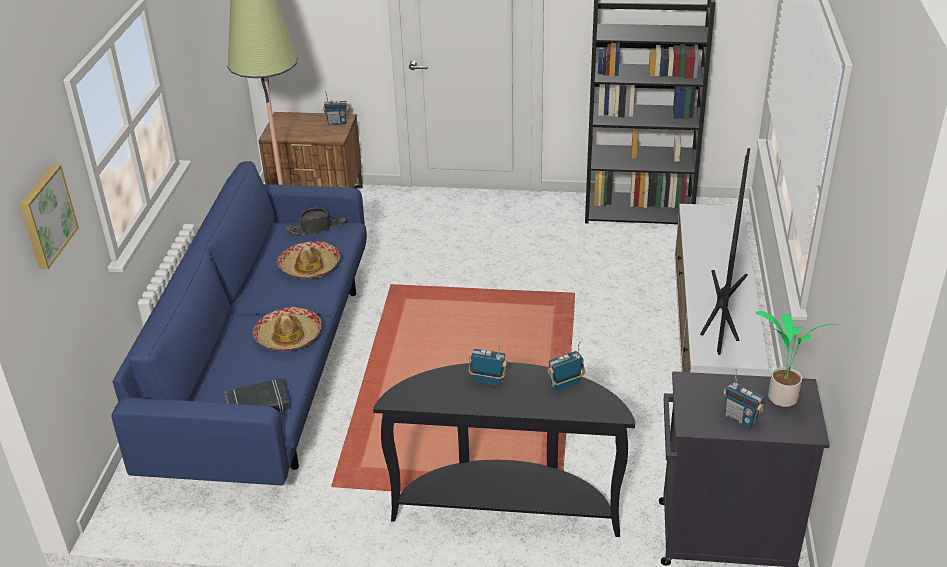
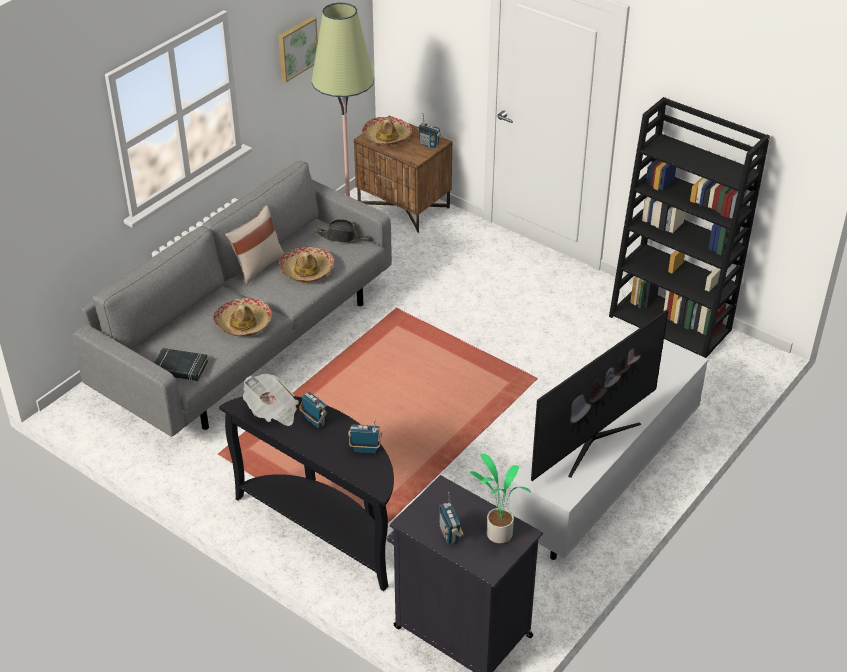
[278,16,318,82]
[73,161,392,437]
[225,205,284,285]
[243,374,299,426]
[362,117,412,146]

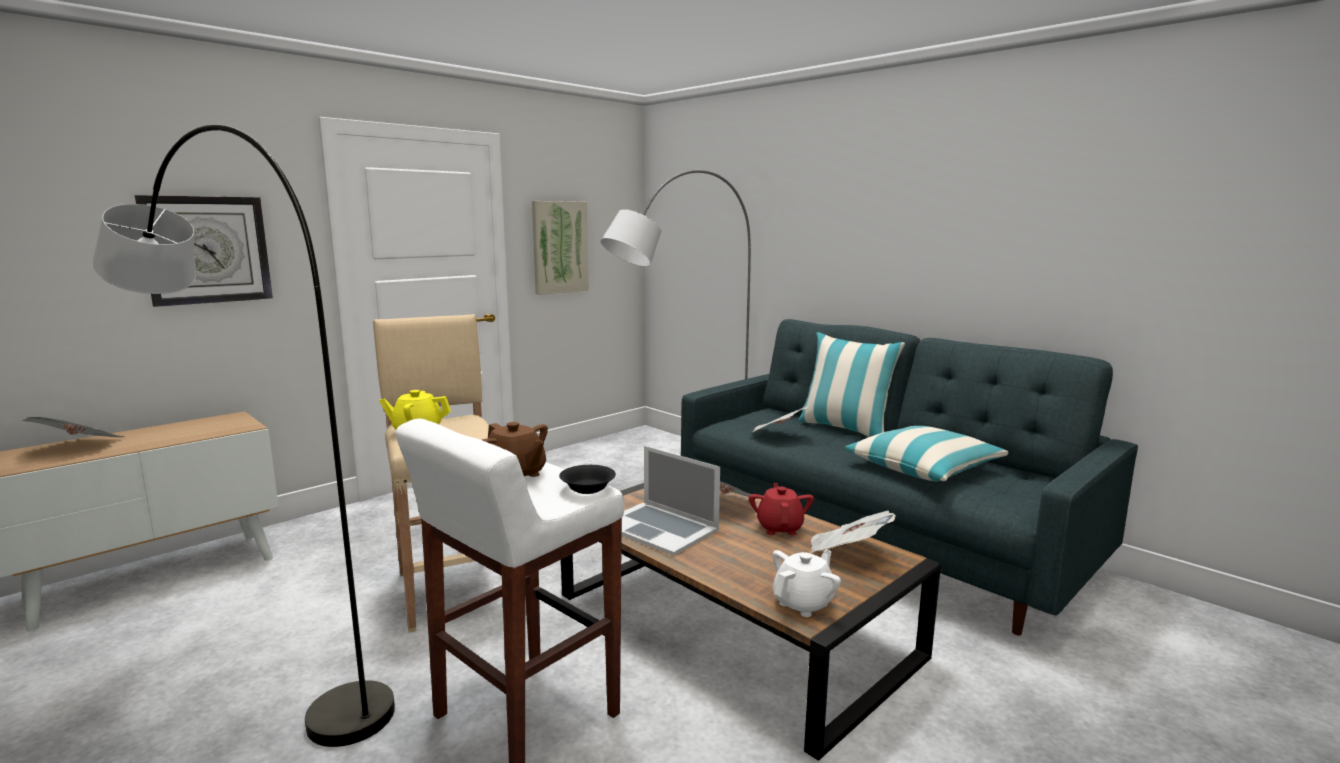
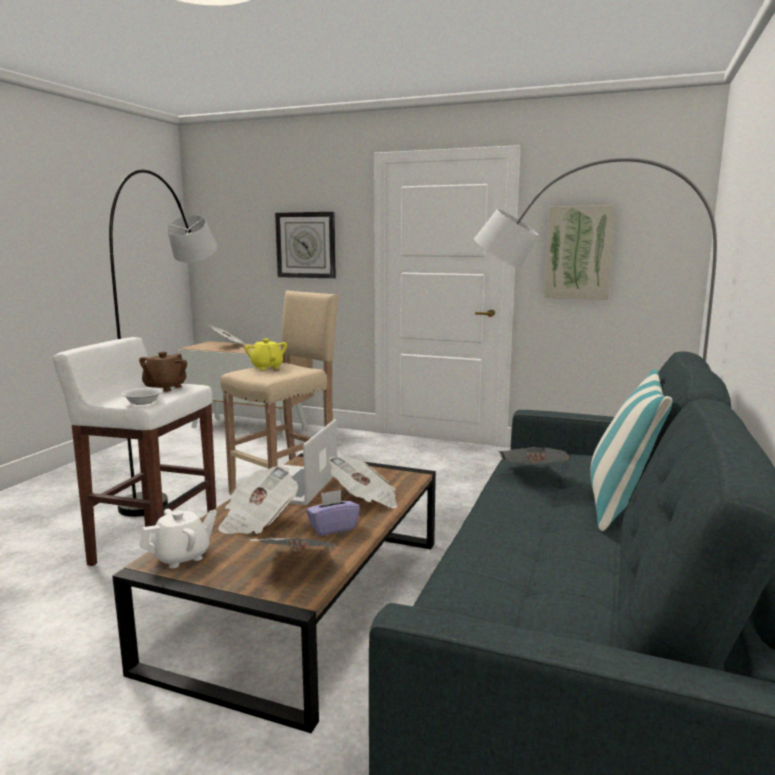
[121,387,163,405]
[306,490,360,536]
[139,509,217,569]
[845,426,1008,481] (first image)
[218,466,298,534]

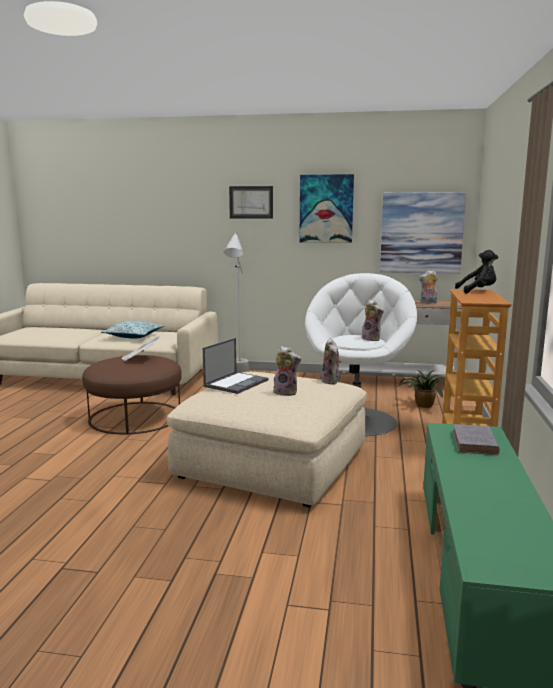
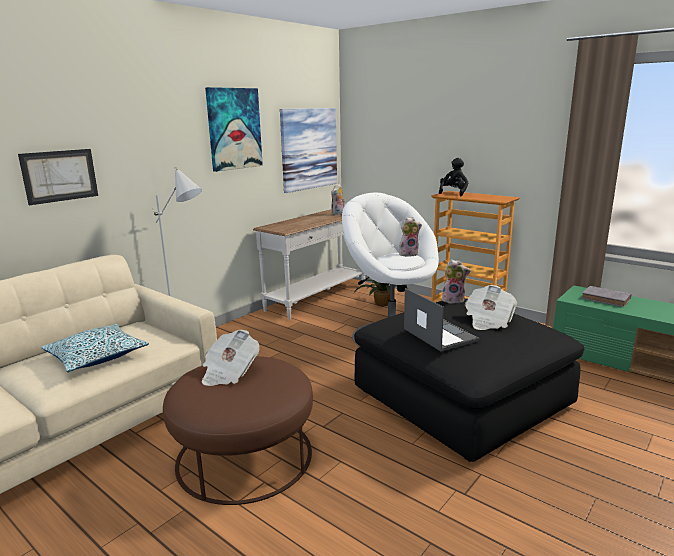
[354,298,585,462]
[18,149,98,205]
[465,285,517,330]

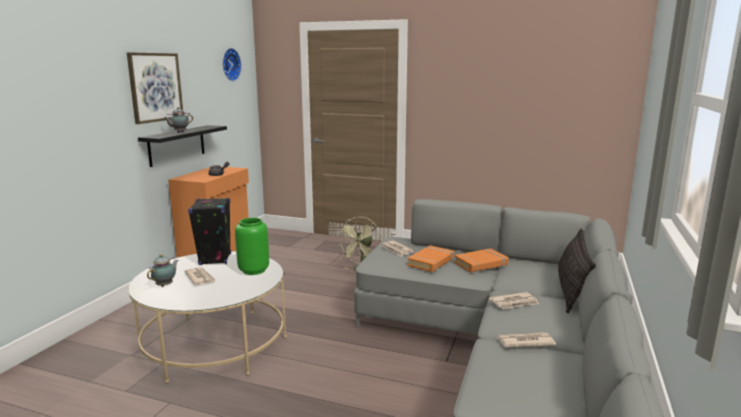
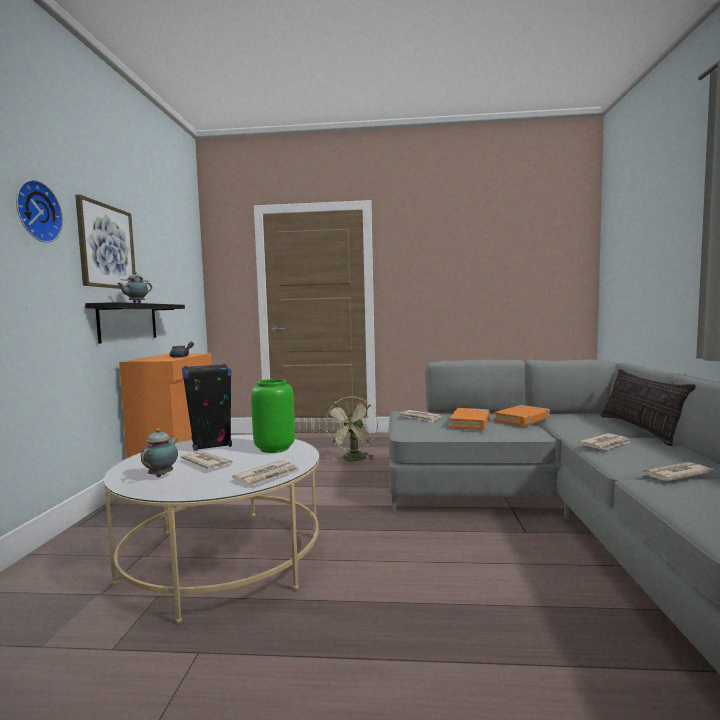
[16,180,63,243]
[232,460,300,485]

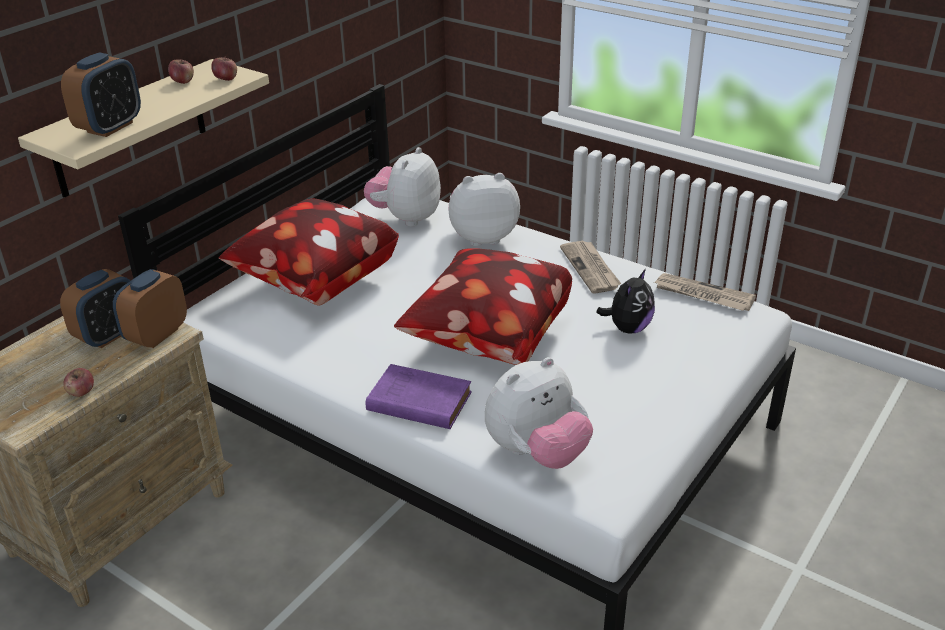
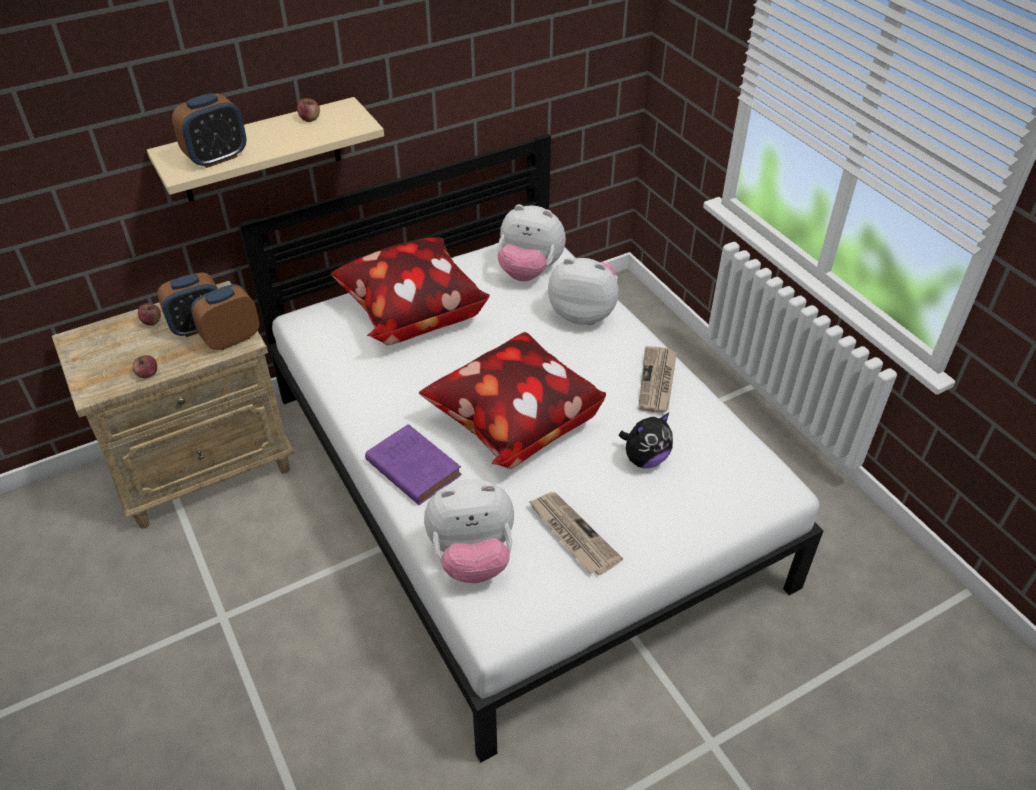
[138,303,161,326]
[497,204,566,281]
[529,492,623,576]

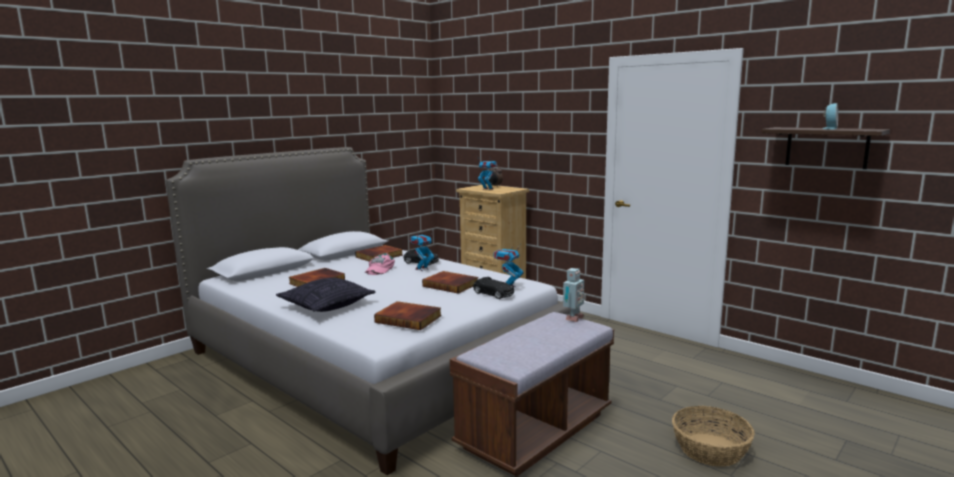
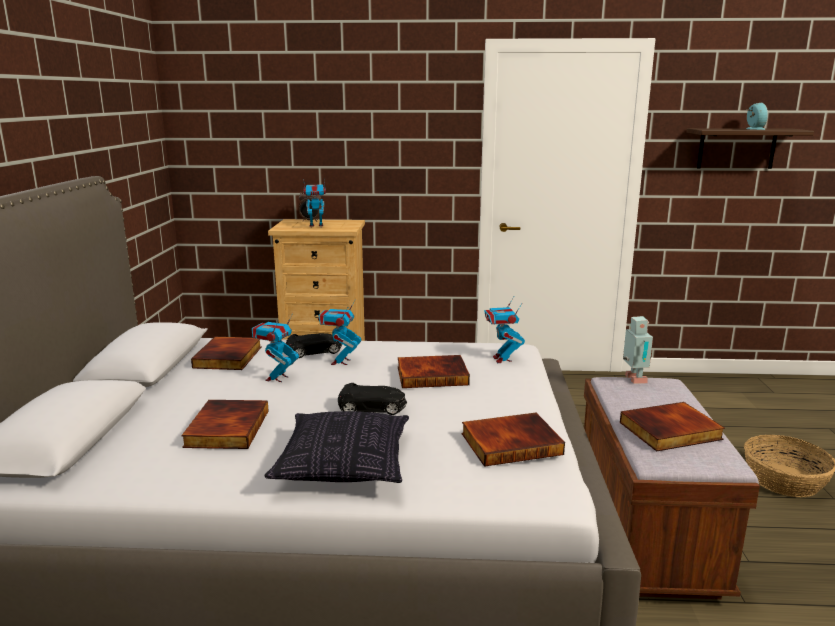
[252,313,299,382]
[338,383,407,415]
[620,402,725,452]

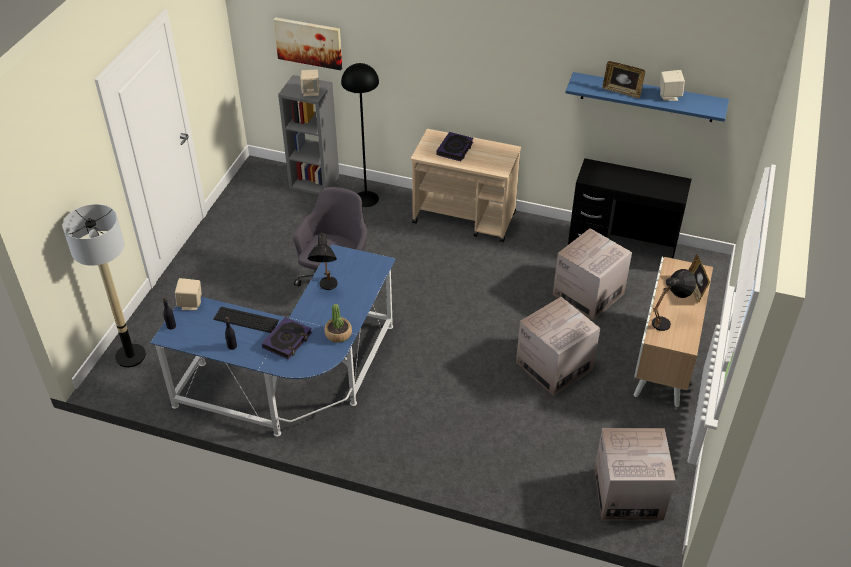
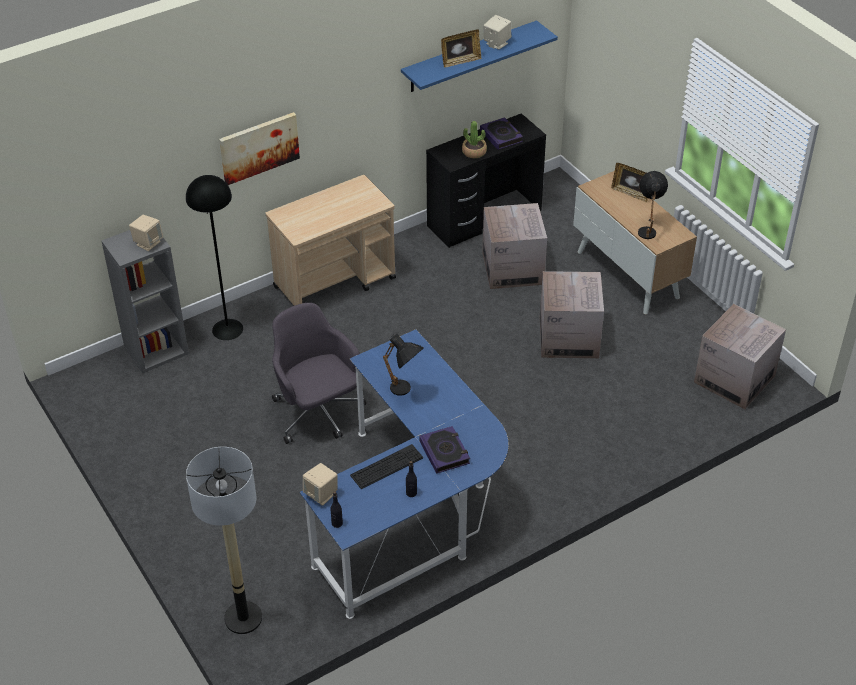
[219,112,300,185]
[462,121,487,158]
[480,117,523,150]

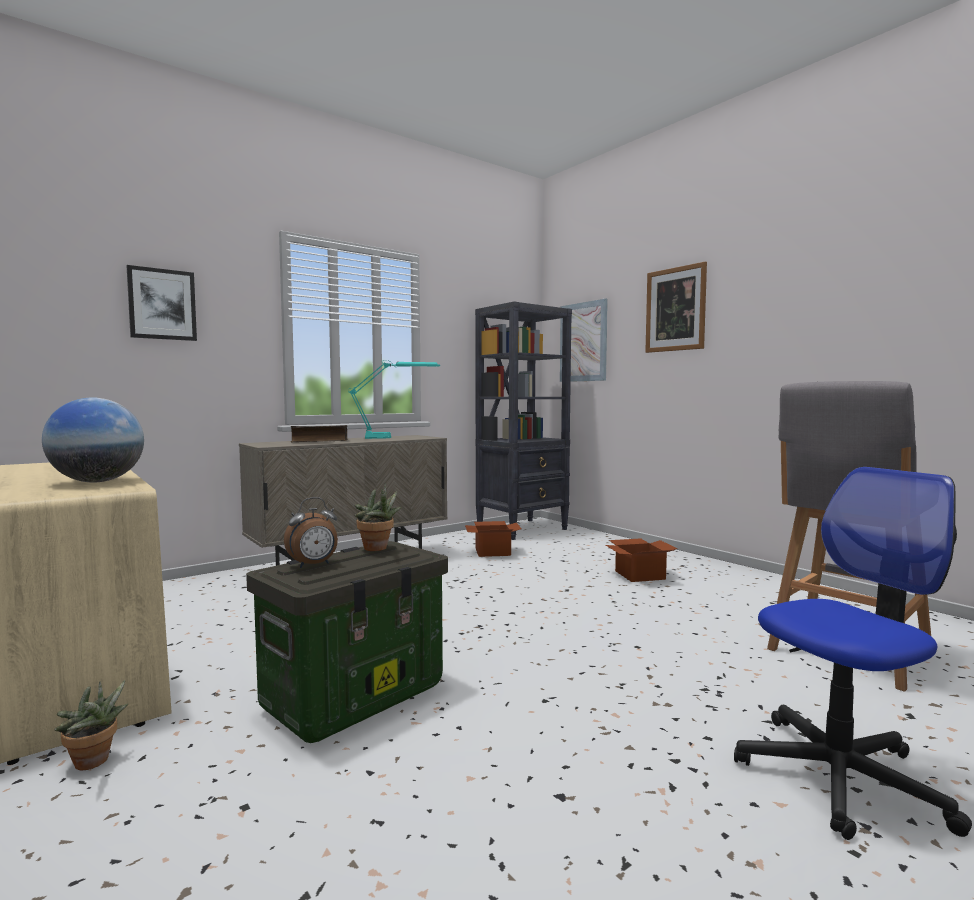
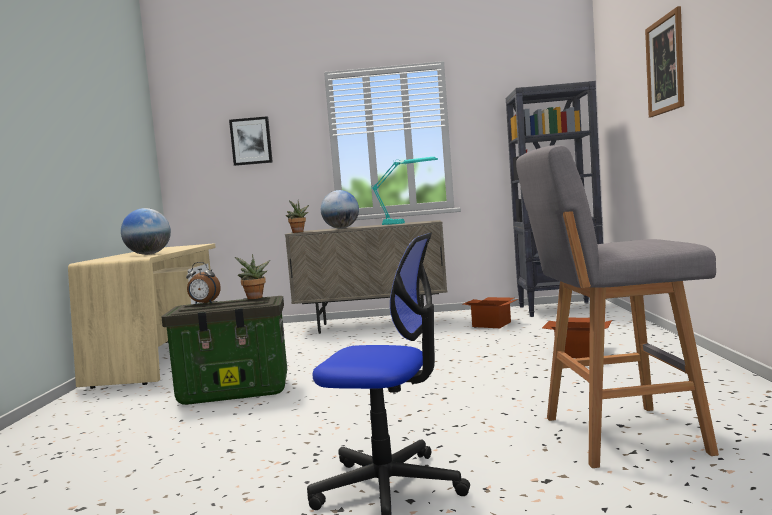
[286,200,309,233]
[321,190,359,229]
[560,299,608,382] (first image)

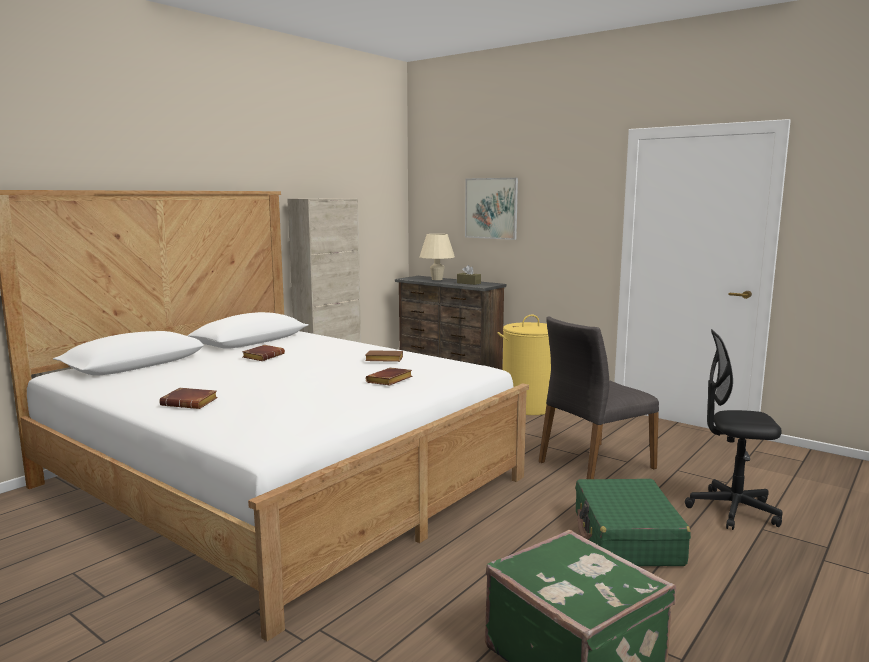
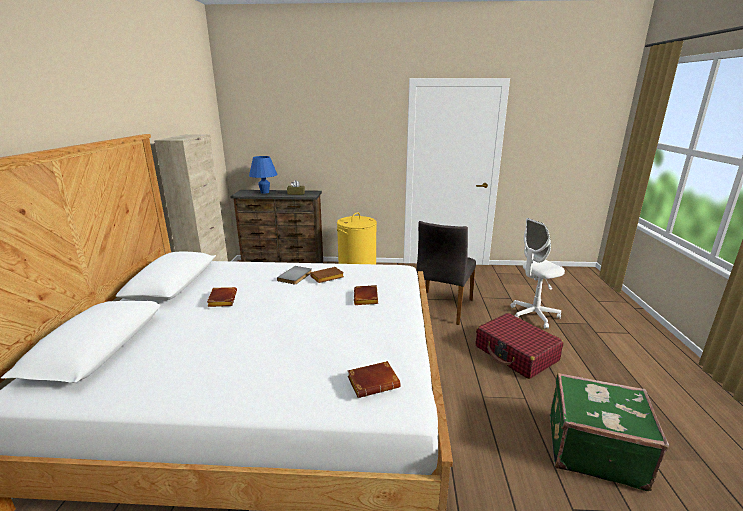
[348,361,401,398]
[249,156,277,194]
[465,178,518,240] (first image)
[476,313,564,379]
[510,218,565,329]
[277,266,312,284]

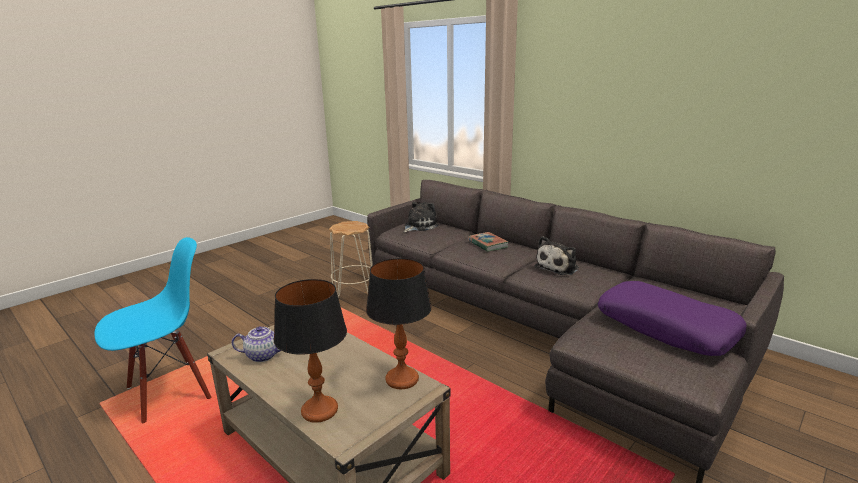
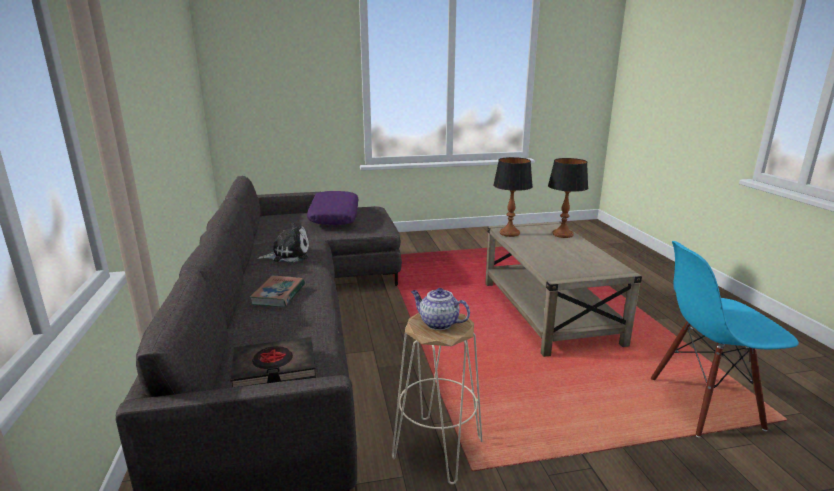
[411,288,470,330]
[230,337,316,387]

